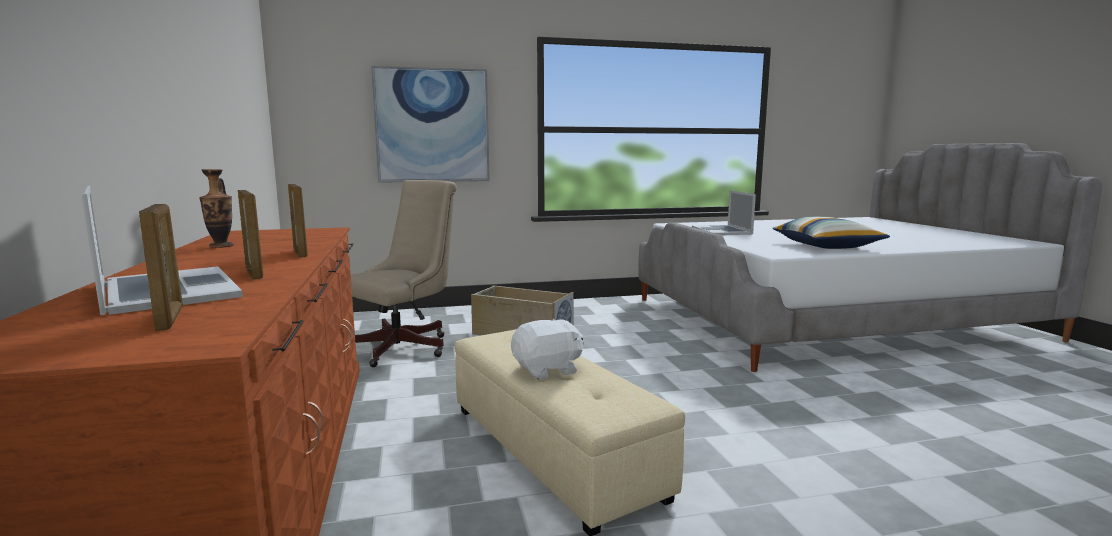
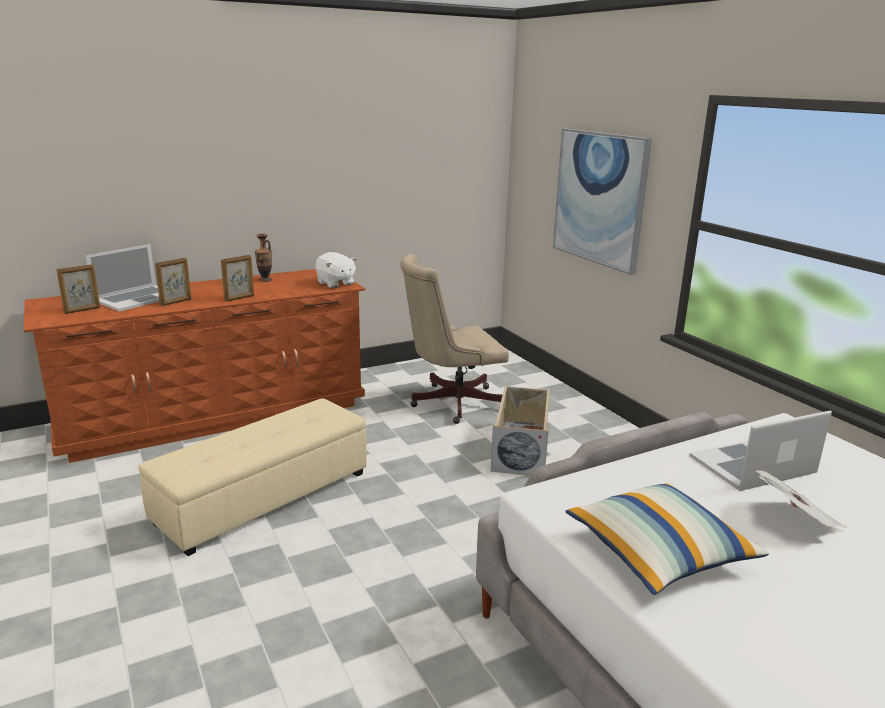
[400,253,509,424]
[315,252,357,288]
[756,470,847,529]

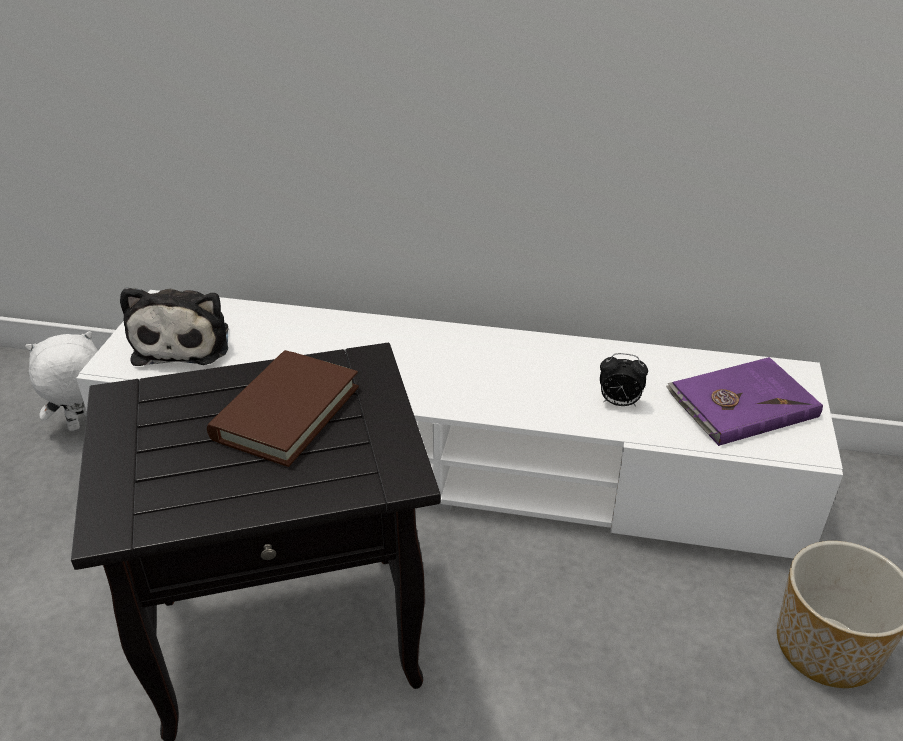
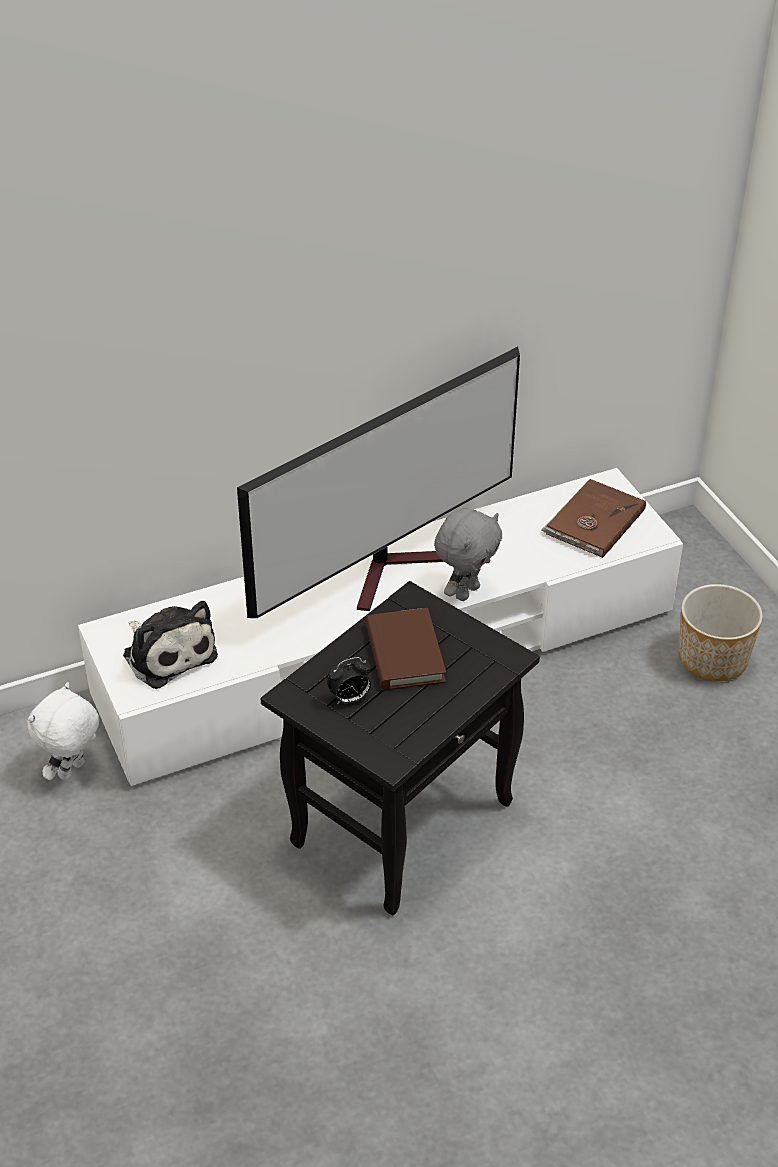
[327,657,371,704]
[541,479,646,558]
[237,347,520,618]
[434,509,502,601]

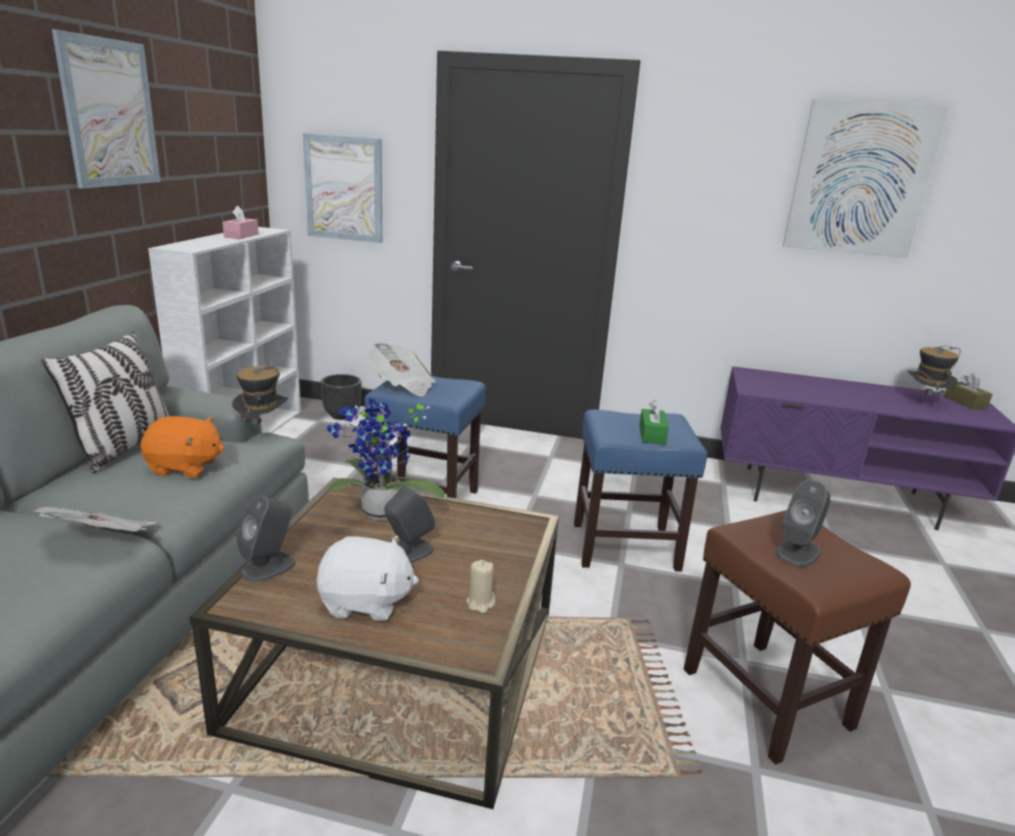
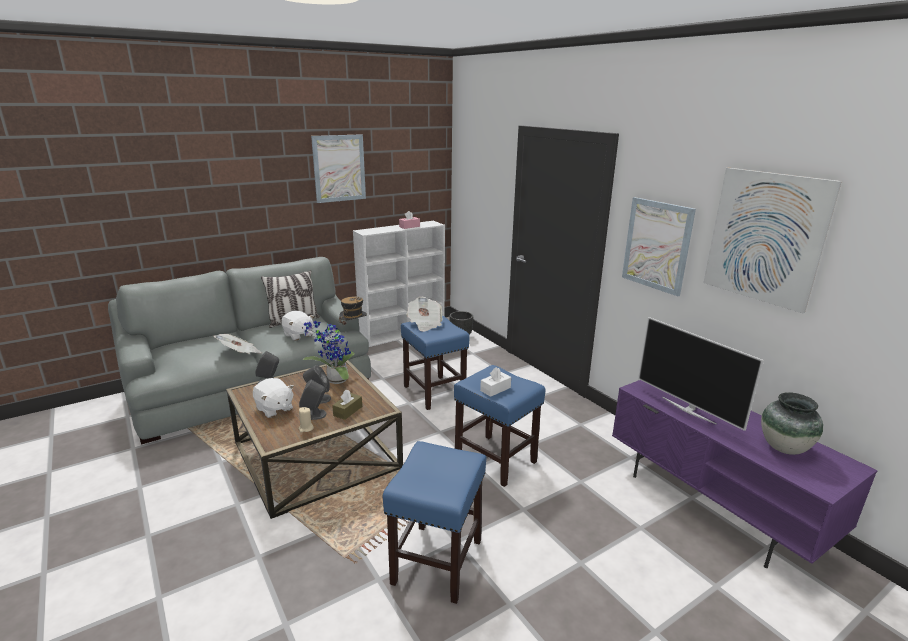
[281,311,314,340]
[622,197,696,296]
[480,367,511,397]
[383,441,486,604]
[299,380,327,420]
[761,392,823,455]
[332,390,362,420]
[638,317,764,431]

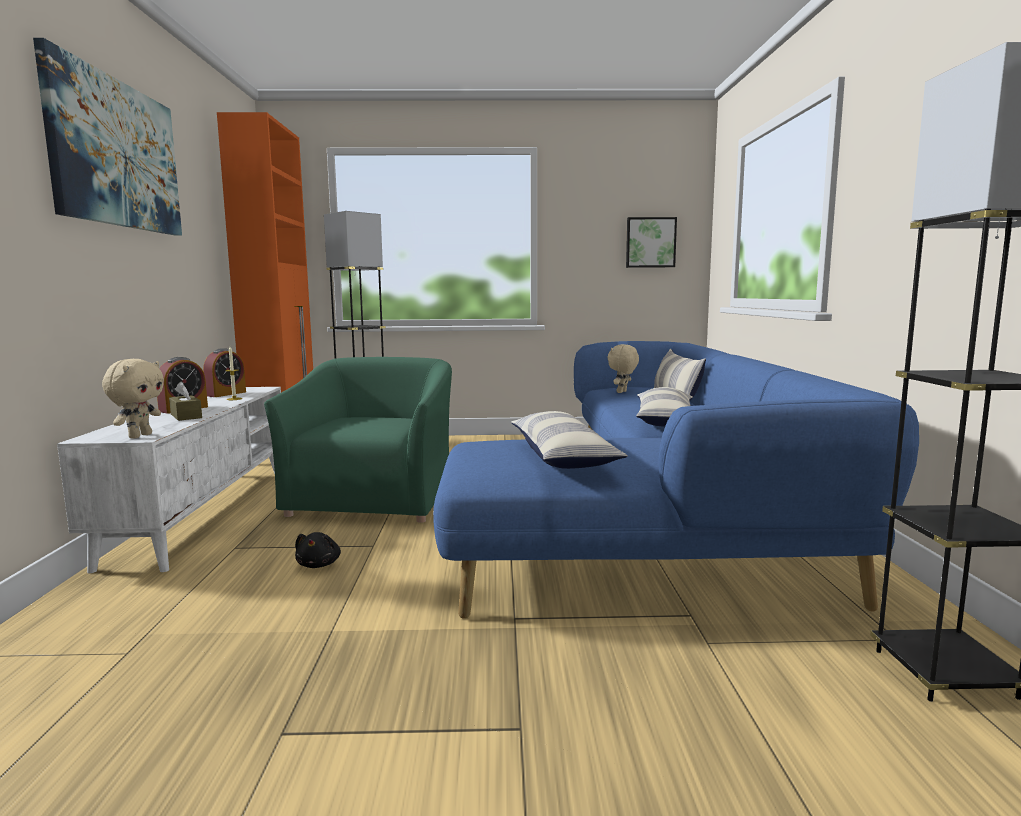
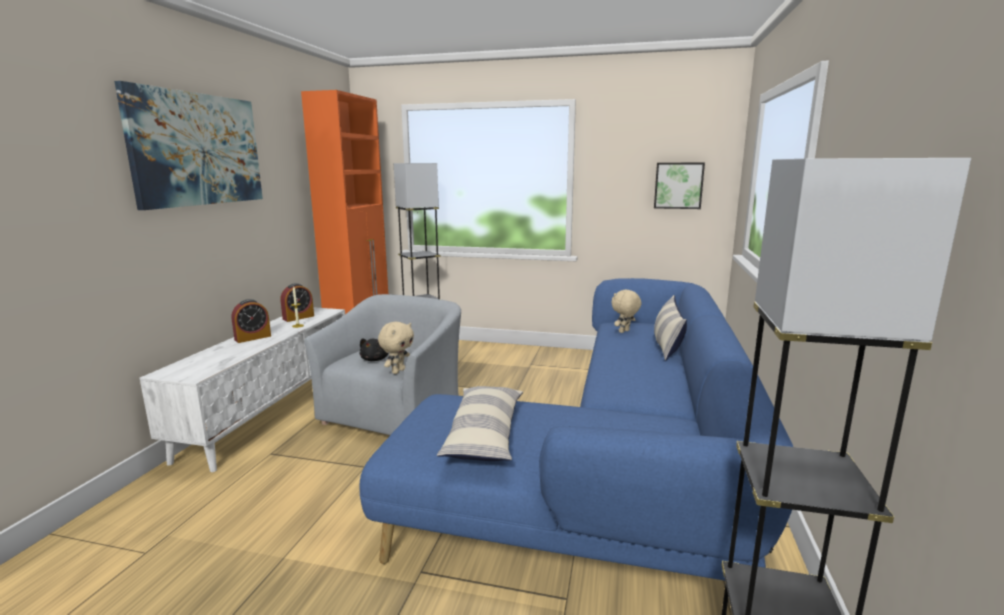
[378,322,414,374]
[169,382,202,421] (first image)
[304,294,461,435]
[360,338,388,361]
[636,387,693,426] (first image)

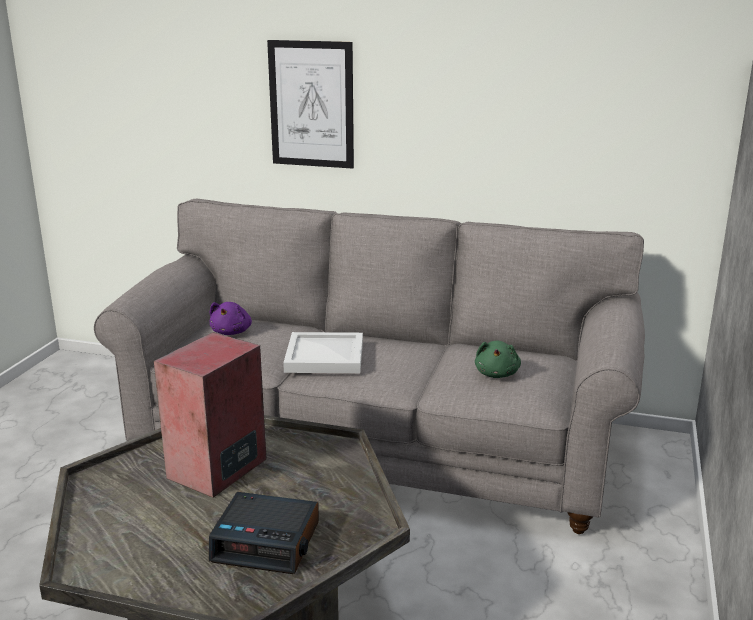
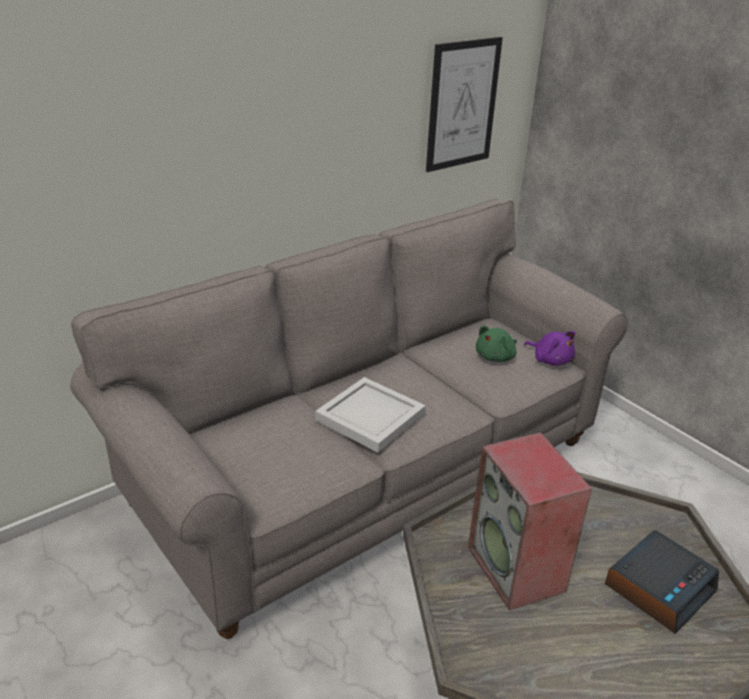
[524,331,575,366]
[426,37,503,172]
[476,325,517,362]

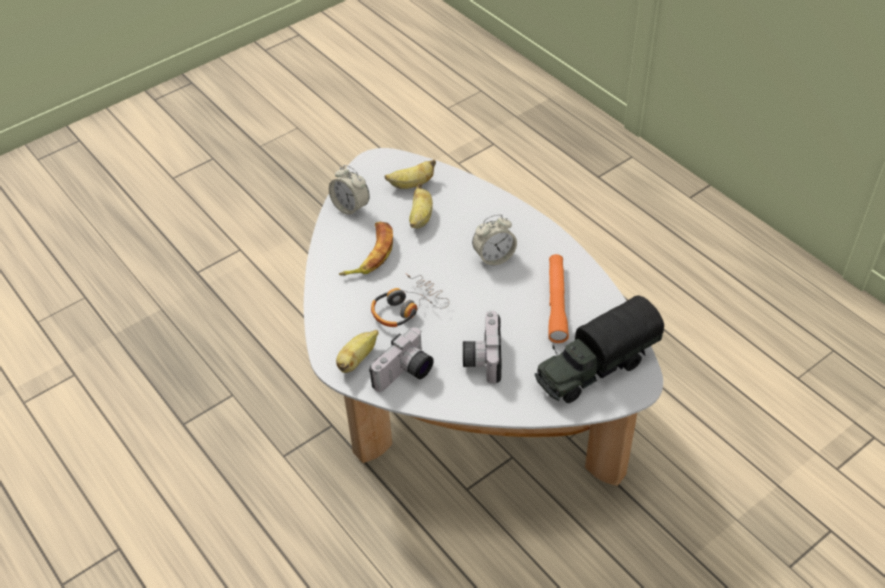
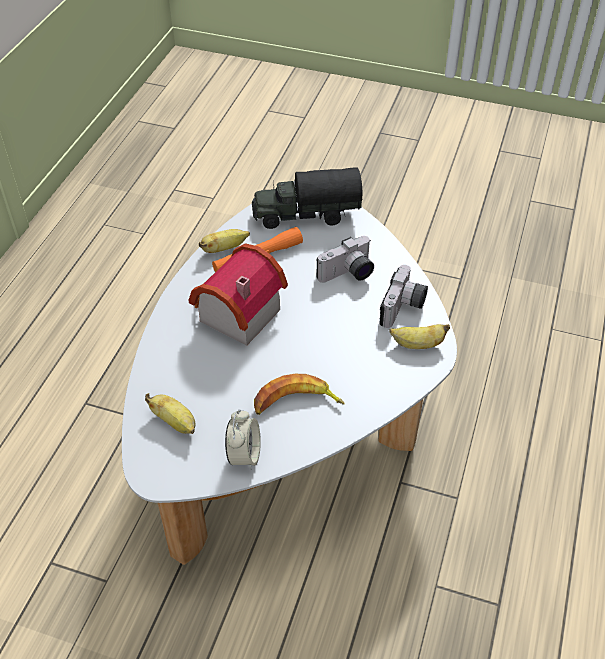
[380,265,428,328]
[371,273,450,327] (first image)
[199,229,250,253]
[188,243,288,346]
[252,167,363,229]

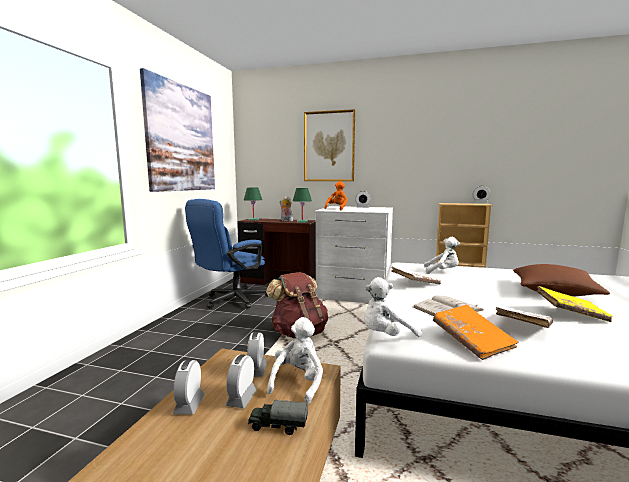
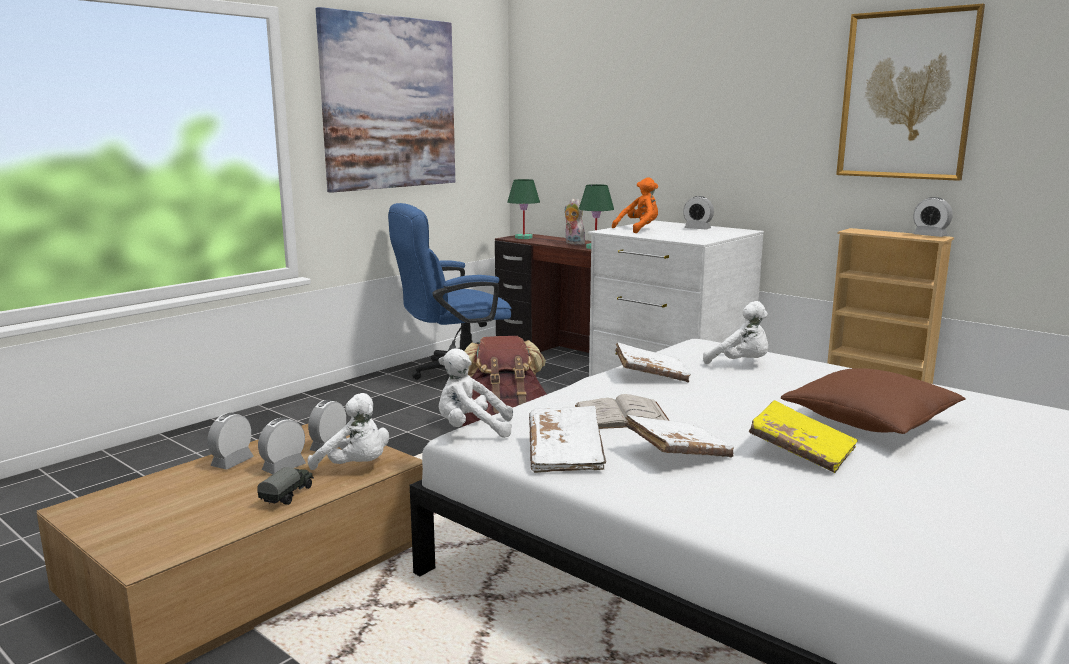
[257,467,314,505]
[308,393,389,470]
[836,4,985,181]
[529,406,606,473]

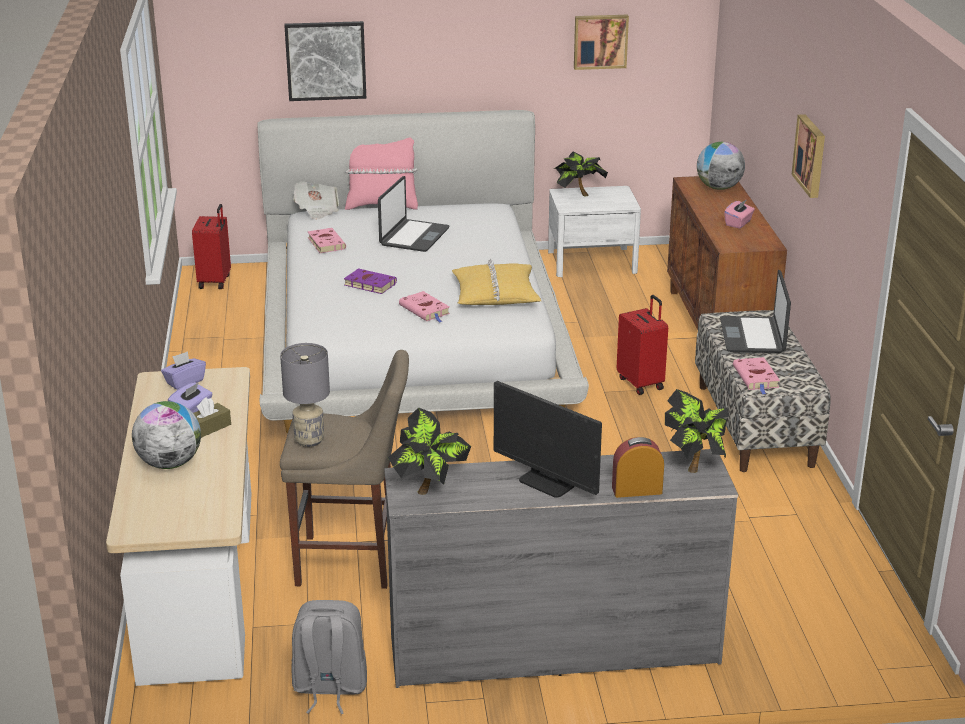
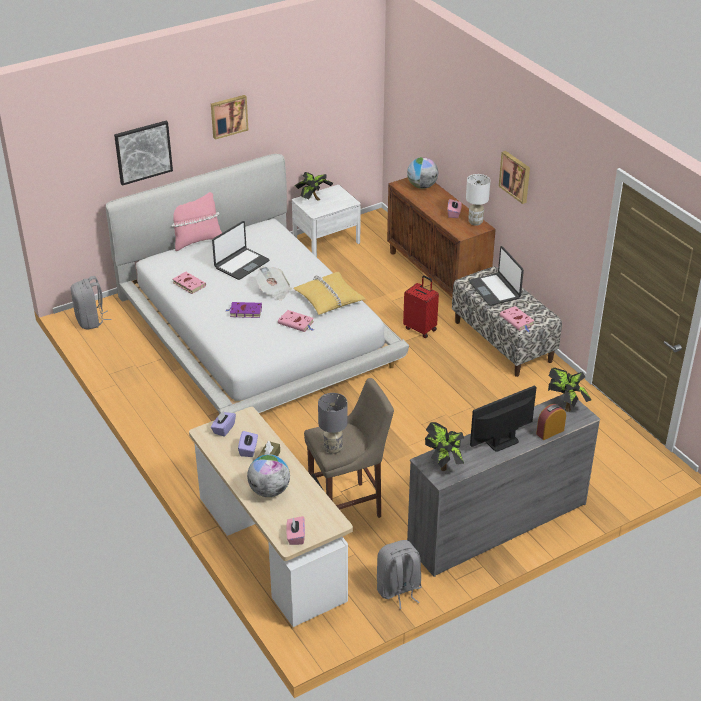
[71,276,112,329]
[256,266,292,301]
[212,221,270,280]
[470,385,537,452]
[211,95,248,140]
[286,516,305,545]
[466,174,490,226]

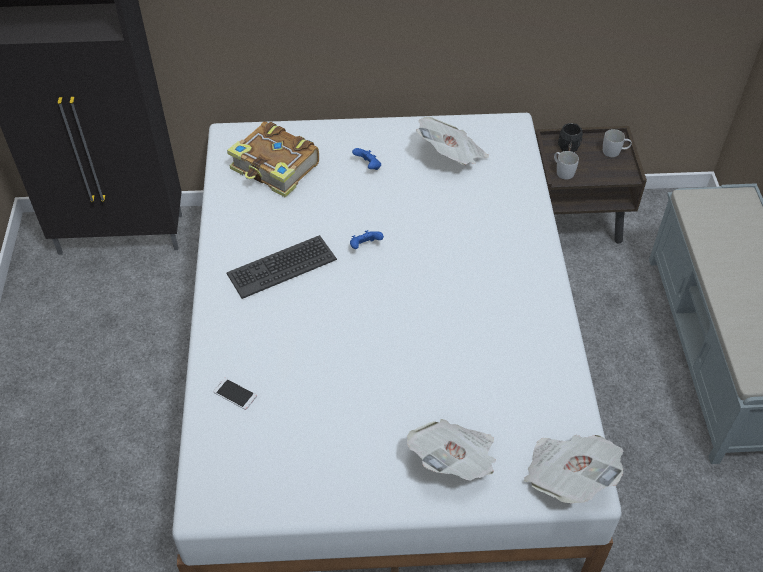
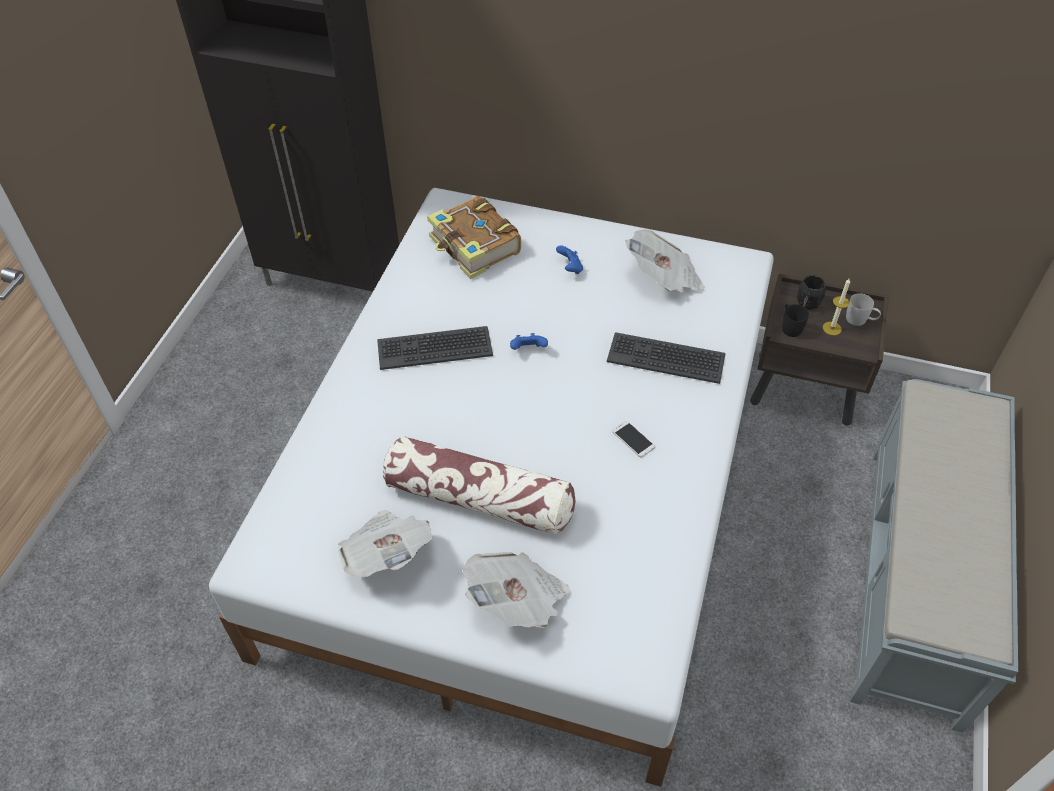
[612,421,655,458]
[338,510,432,577]
[782,304,809,337]
[383,436,575,535]
[607,332,725,384]
[823,279,850,335]

